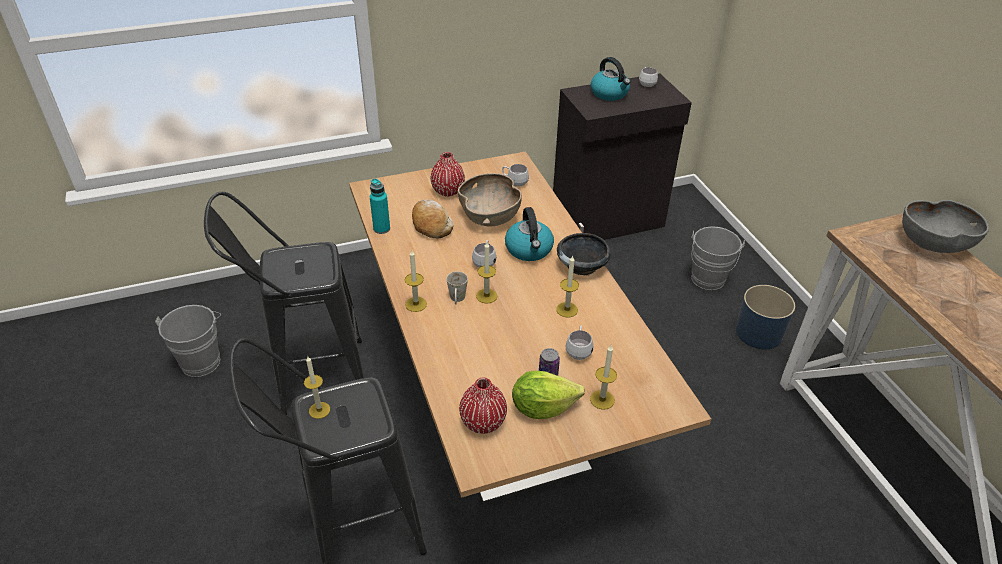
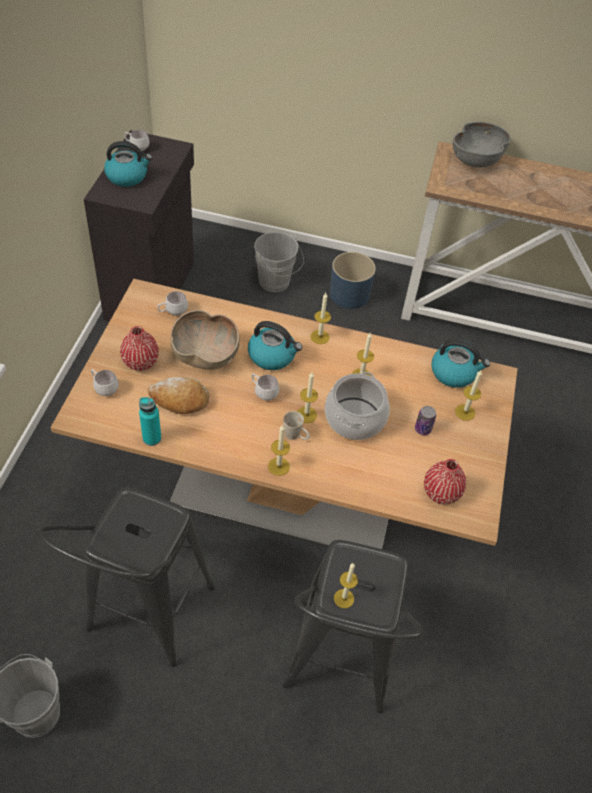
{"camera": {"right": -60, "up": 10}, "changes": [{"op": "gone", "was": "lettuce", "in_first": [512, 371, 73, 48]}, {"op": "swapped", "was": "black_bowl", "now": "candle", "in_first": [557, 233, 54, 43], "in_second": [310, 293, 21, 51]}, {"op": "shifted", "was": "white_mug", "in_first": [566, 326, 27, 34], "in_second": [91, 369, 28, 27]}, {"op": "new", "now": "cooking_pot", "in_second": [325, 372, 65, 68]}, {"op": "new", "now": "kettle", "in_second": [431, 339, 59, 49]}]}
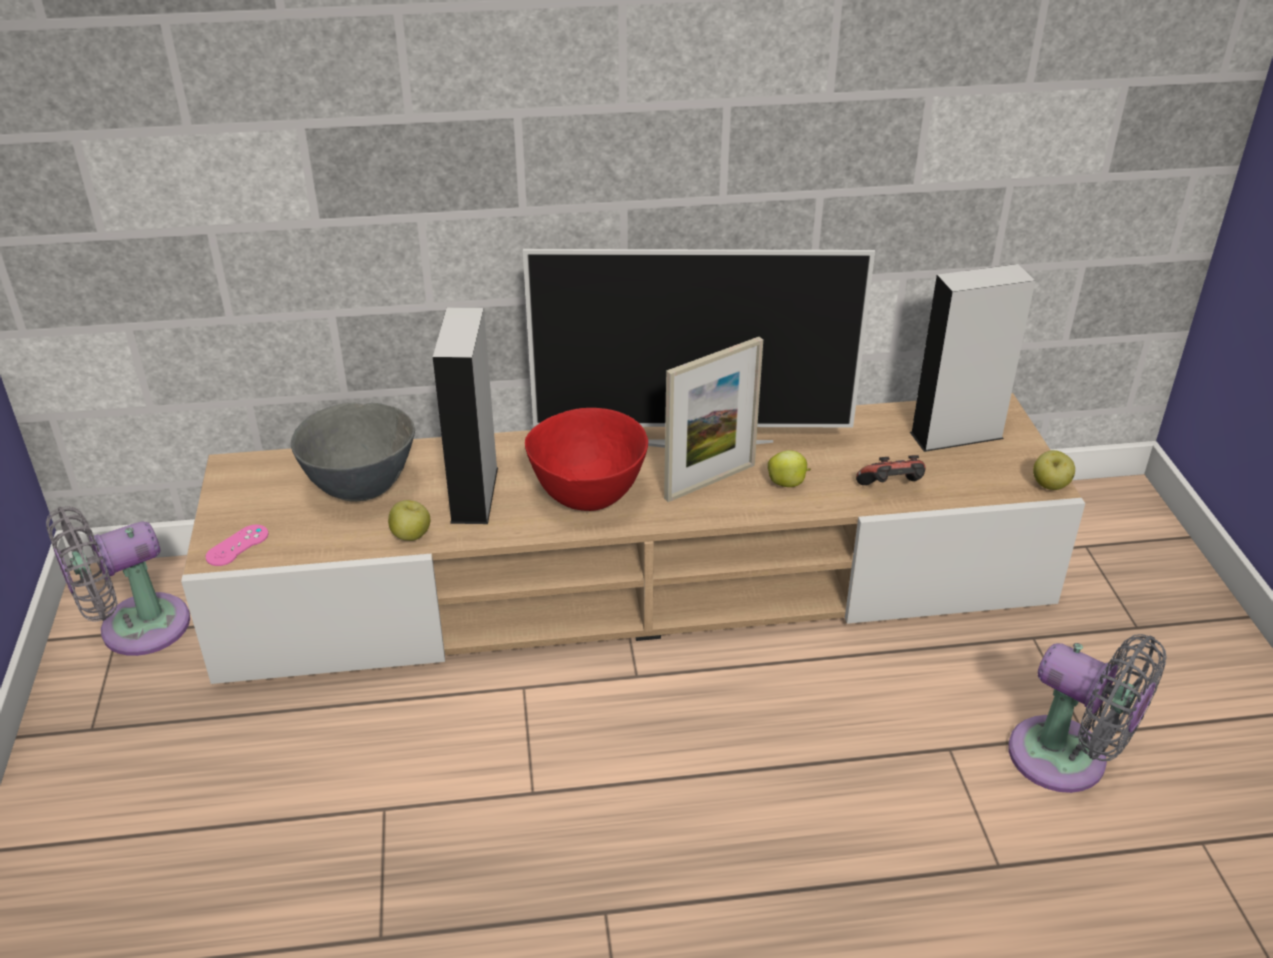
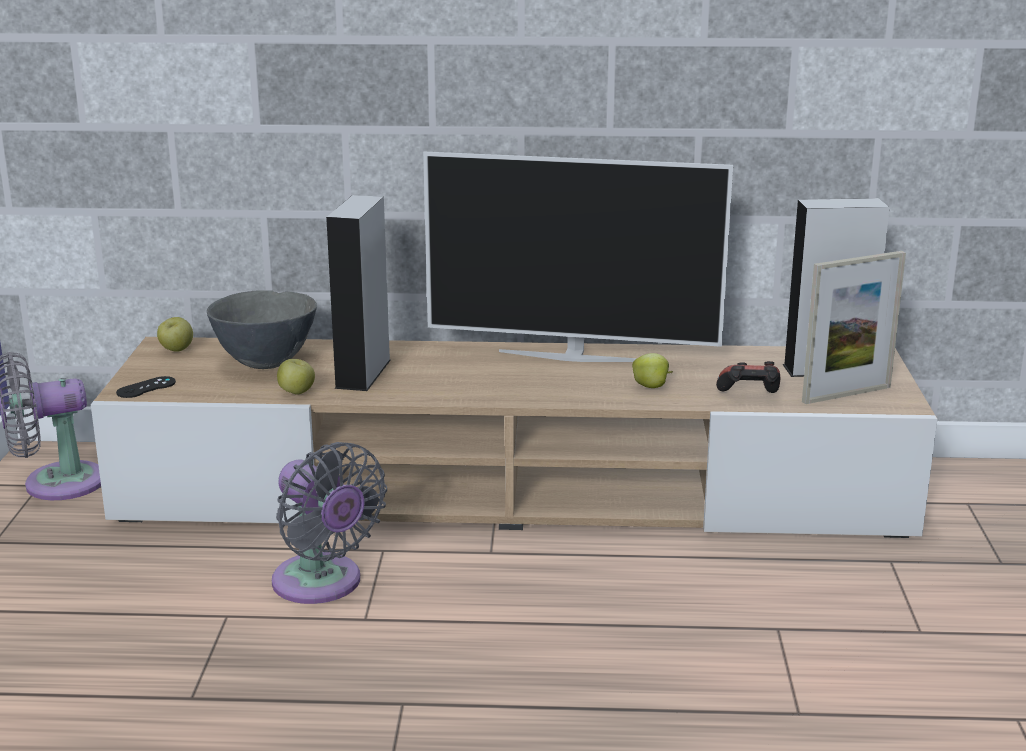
{"camera": {"right": 10, "up": -15}, "changes": [{"op": "repainted", "was": "pink_game_controller", "now": "black_game_controller", "in_first": [205, 525, 63, 41], "in_second": [116, 376, 60, 22]}, {"op": "gone", "was": "red_bowl", "in_first": [525, 408, 123, 103]}, {"op": "shifted", "was": "picture_frame", "in_first": [664, 337, 99, 165], "in_second": [802, 251, 104, 153]}, {"op": "shifted", "was": "grey_fan", "in_first": [1008, 634, 158, 159], "in_second": [272, 442, 115, 162]}, {"op": "shifted", "was": "apple", "in_first": [1033, 450, 42, 40], "in_second": [157, 317, 36, 35]}]}
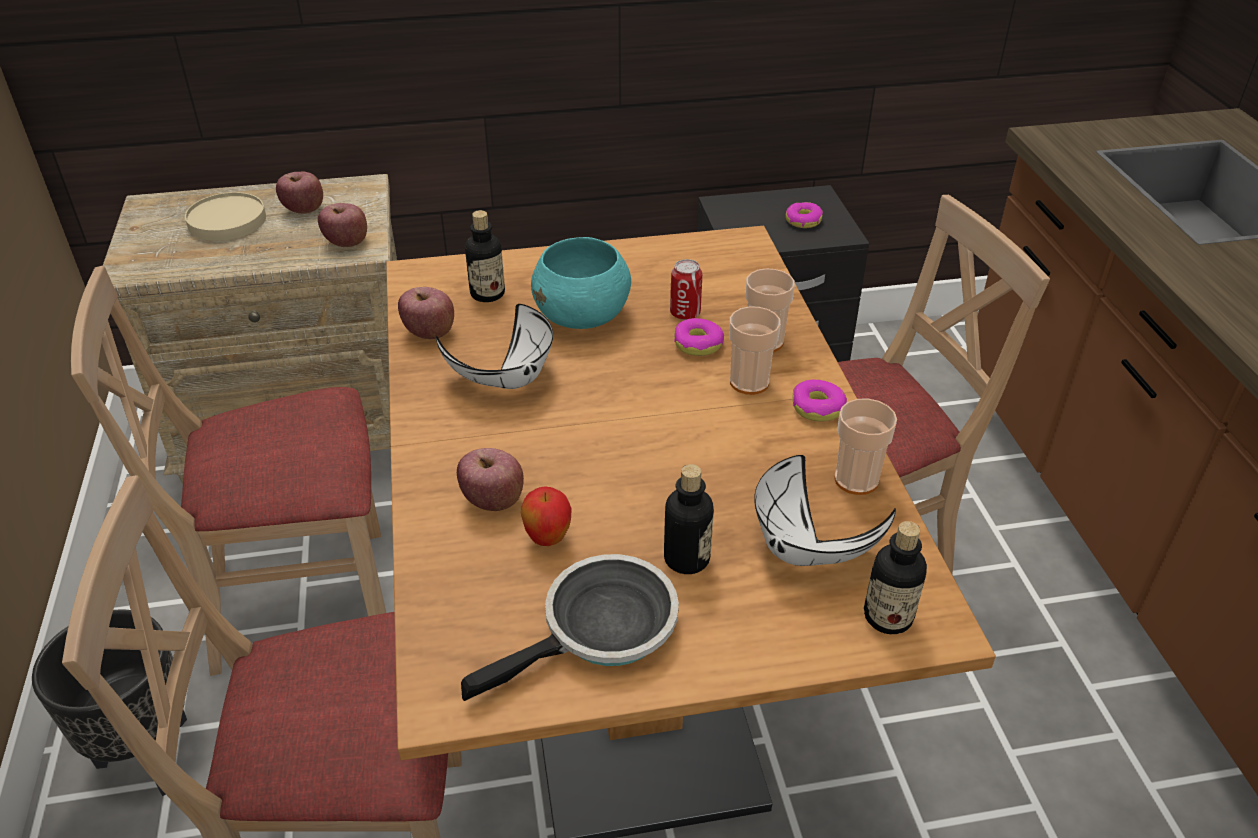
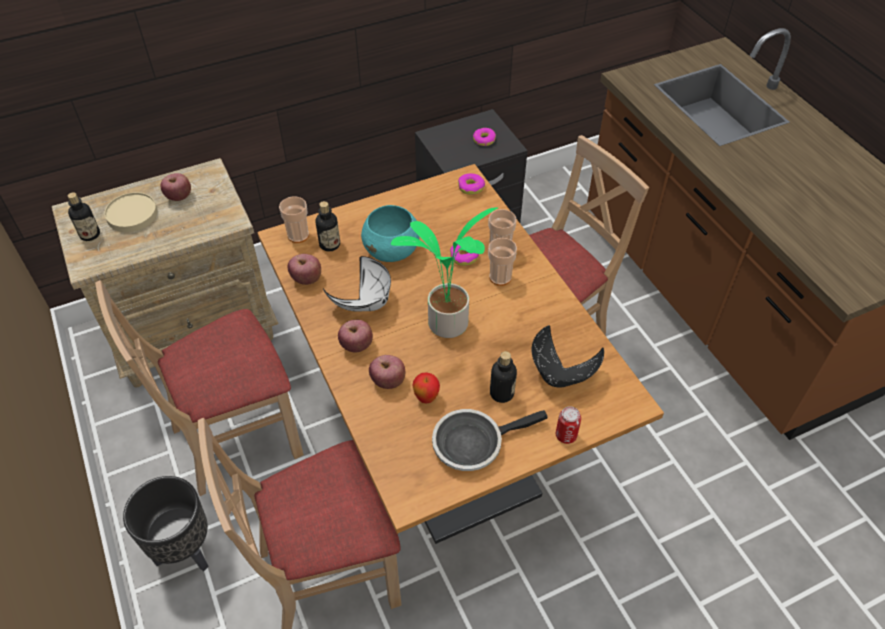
{"camera": {"right": -15, "up": 10}, "changes": [{"op": "shifted", "was": "apple", "in_first": [318, 203, 49, 44], "in_second": [338, 320, 35, 33]}, {"op": "rotated", "was": "frying_pan", "in_first": [461, 554, 218, 147], "in_second": [432, 409, 116, 62], "clockwise": -150}, {"op": "shifted", "was": "can", "in_first": [670, 259, 32, 61], "in_second": [556, 406, 25, 38]}, {"op": "repainted", "was": "white_bowl", "now": "black_bowl", "in_first": [754, 455, 142, 111], "in_second": [532, 325, 72, 63]}, {"op": "shifted", "was": "donut", "in_first": [792, 379, 55, 43], "in_second": [458, 173, 27, 22]}, {"op": "shifted", "was": "cup", "in_first": [834, 398, 63, 97], "in_second": [279, 196, 30, 47]}, {"op": "shifted", "was": "bottle", "in_first": [864, 521, 63, 113], "in_second": [68, 192, 32, 49]}, {"op": "new", "now": "potted_plant", "in_second": [391, 207, 107, 131]}]}
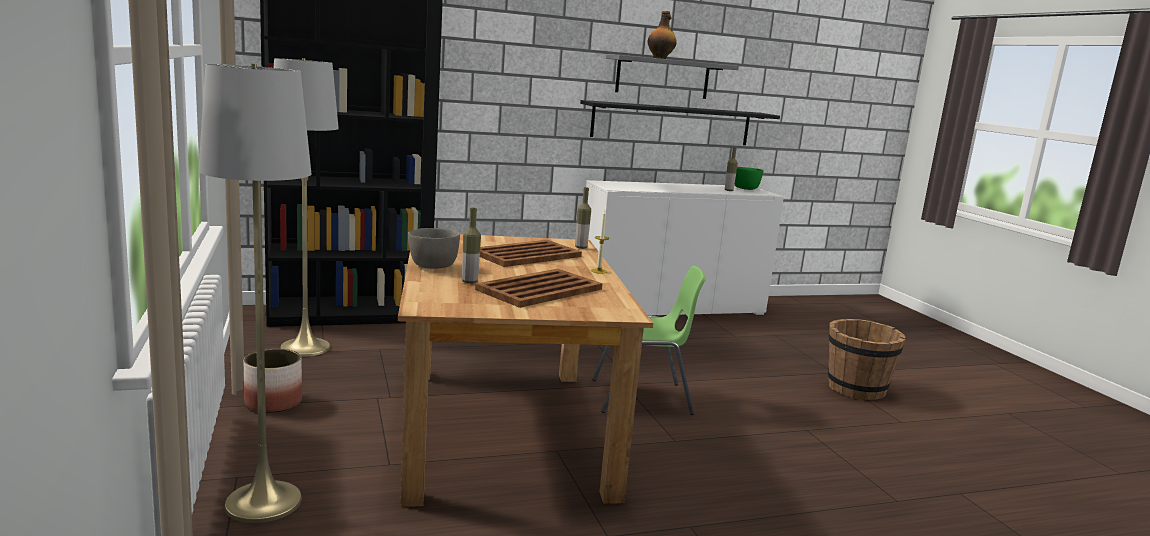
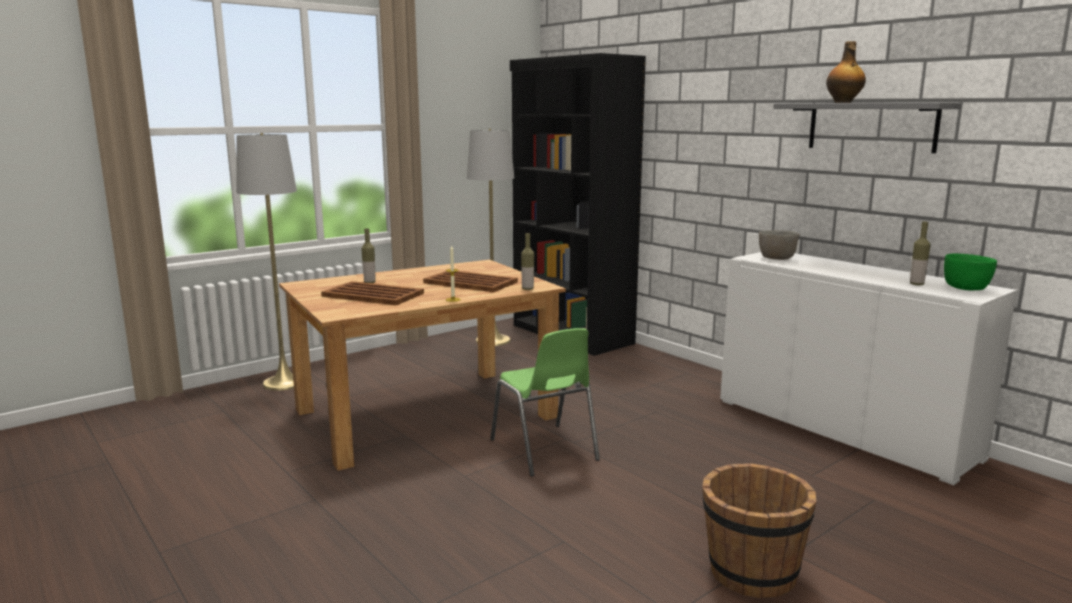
{"camera": {"right": 70, "up": 0}, "changes": [{"op": "gone", "was": "planter", "in_first": [244, 349, 58, 64]}, {"op": "shifted", "was": "grey_bowl", "in_first": [408, 228, 52, 41], "in_second": [759, 230, 41, 30]}, {"op": "gone", "was": "black_shelf", "in_first": [580, 100, 200, 45]}]}
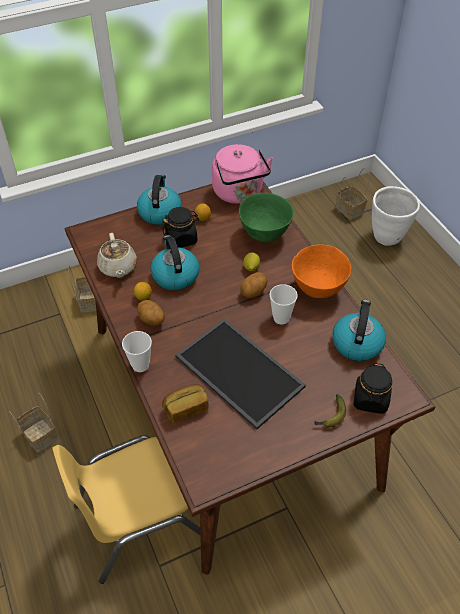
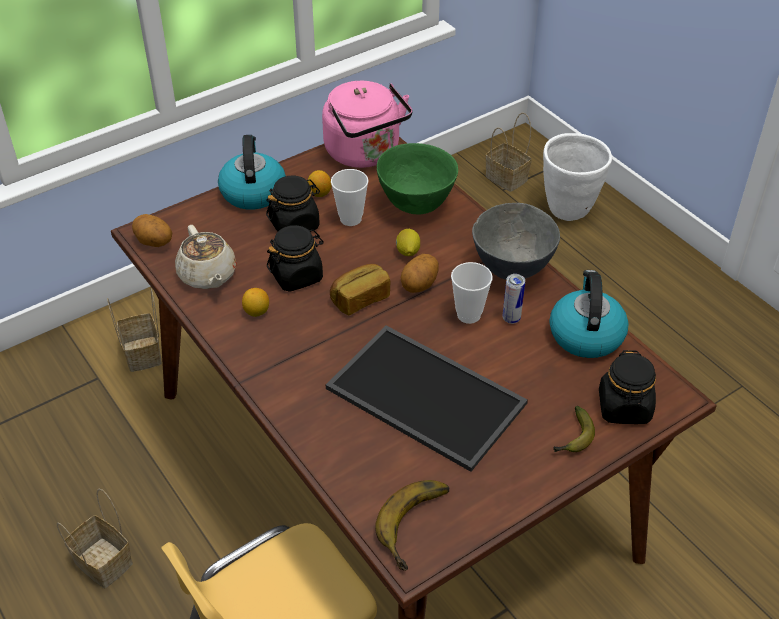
{"camera": {"right": -10, "up": -5}, "changes": [{"op": "shifted", "was": "cup", "in_first": [122, 331, 30, 41], "in_second": [331, 169, 37, 57]}, {"op": "shifted", "was": "potato", "in_first": [137, 300, 28, 26], "in_second": [132, 214, 40, 33]}, {"op": "swapped", "was": "kettle", "now": "black_jar", "in_first": [150, 235, 50, 55], "in_second": [267, 225, 57, 67]}, {"op": "shifted", "was": "bread", "in_first": [162, 384, 46, 39], "in_second": [330, 264, 60, 51]}, {"op": "repainted", "was": "orange_bowl", "now": "grey_bowl", "in_first": [292, 244, 59, 54], "in_second": [472, 203, 88, 77]}, {"op": "new", "now": "banana", "in_second": [375, 480, 74, 91]}, {"op": "new", "now": "can", "in_second": [503, 274, 22, 50]}]}
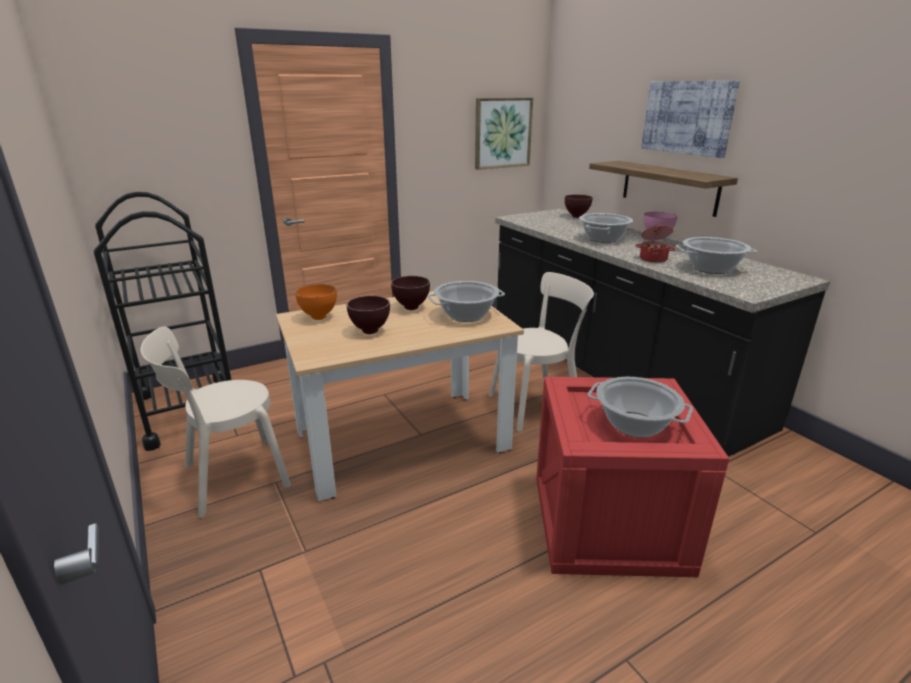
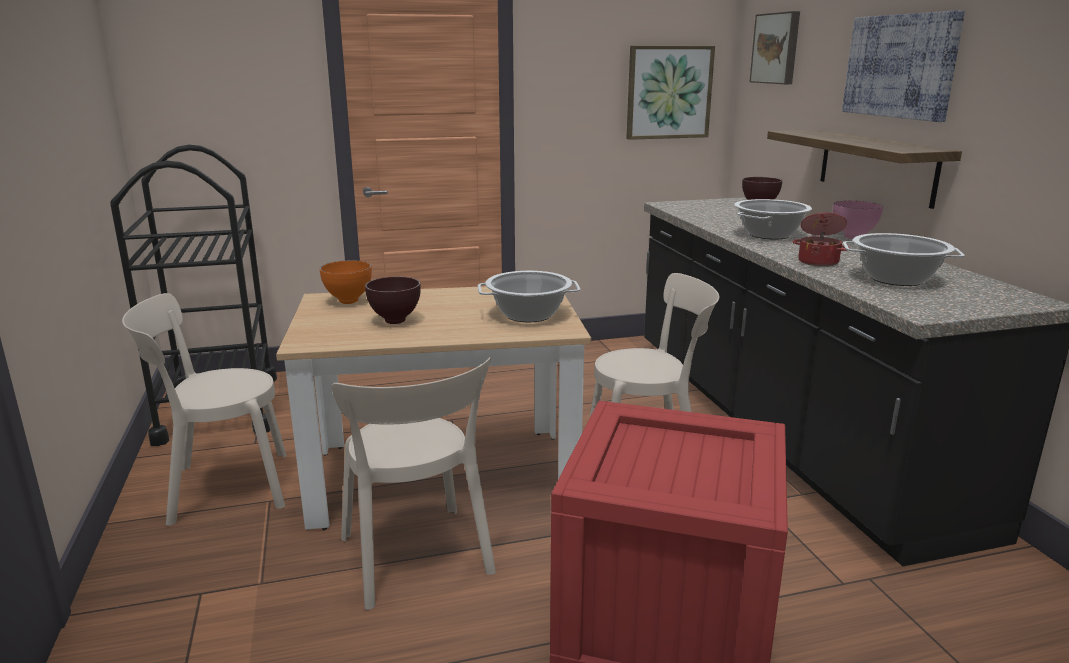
{"camera": {"right": 15, "up": -5}, "changes": [{"op": "gone", "was": "brown_bowl", "in_first": [391, 276, 39, 34]}, {"op": "gone", "was": "cooking_pot", "in_first": [587, 377, 106, 61]}, {"op": "new", "now": "beige_chair", "in_second": [332, 357, 164, 253]}, {"op": "new", "now": "picture", "in_second": [750, 11, 50, 73]}]}
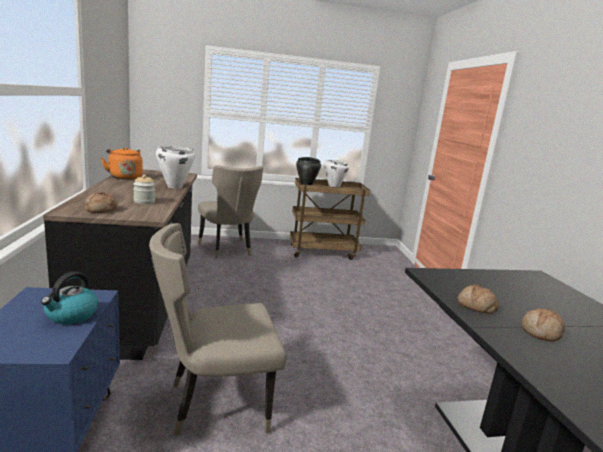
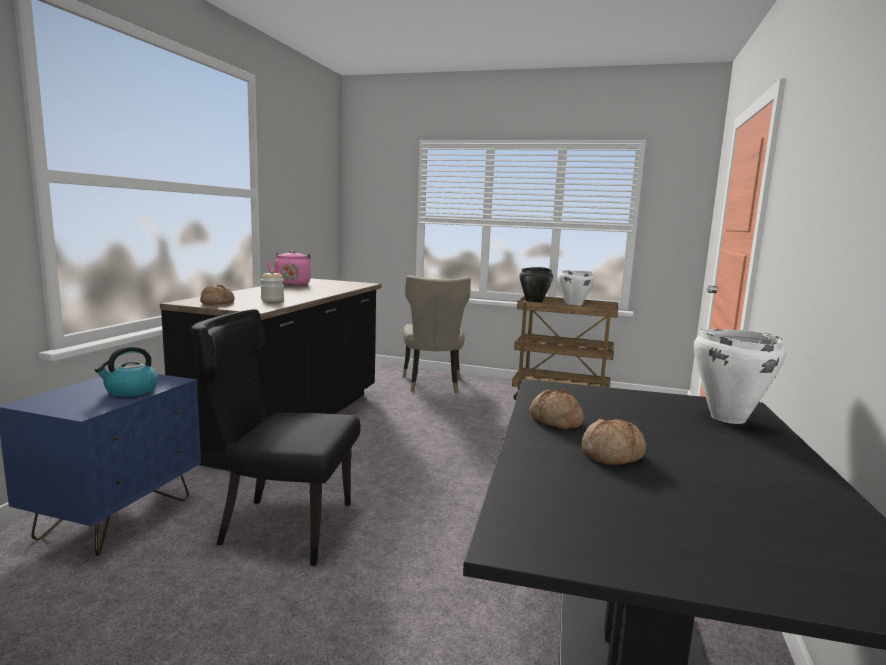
{"camera": {"right": 25, "up": -5}, "changes": [{"op": "repainted", "was": "orange_kettle", "now": "pink_kettle", "in_first": [101, 147, 42, 33], "in_second": [267, 250, 44, 36]}, {"op": "repainted", "was": "beige_chair", "now": "black_chair", "in_first": [149, 223, 137, 213], "in_second": [191, 309, 170, 257]}, {"op": "shifted", "was": "white_cooking_pot", "in_first": [156, 146, 39, 42], "in_second": [694, 329, 92, 95]}]}
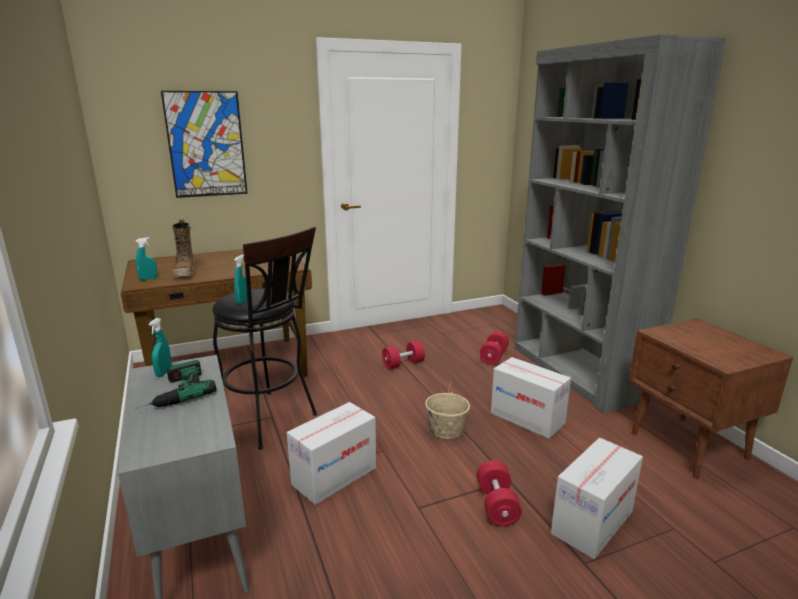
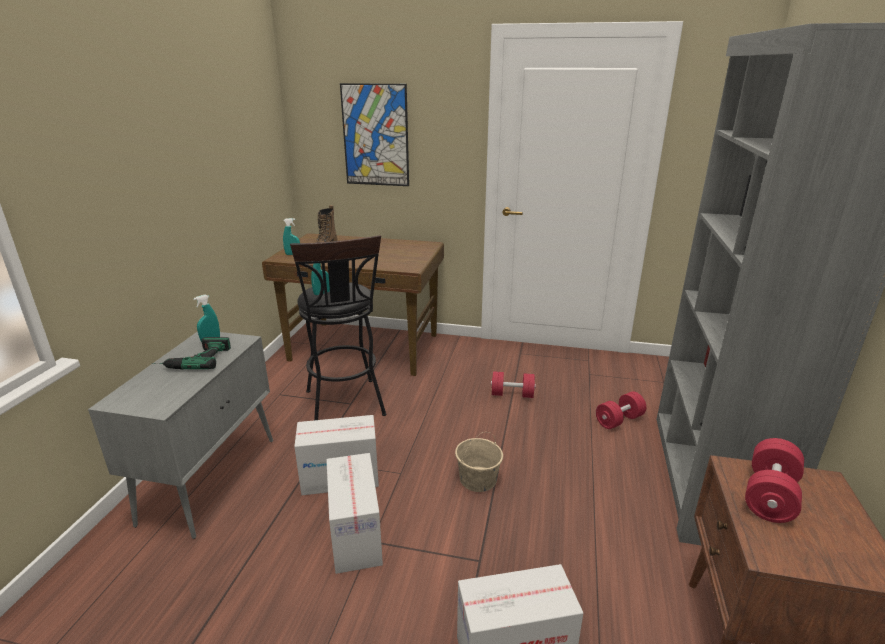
{"camera": {"right": 35, "up": 5}, "changes": [{"op": "shifted", "was": "red_dumbbell", "in_first": [477, 460, 45, 66], "in_second": [745, 438, 59, 85]}, {"op": "shifted", "was": "cardboard_box", "in_first": [491, 357, 80, 82], "in_second": [326, 453, 57, 121]}]}
